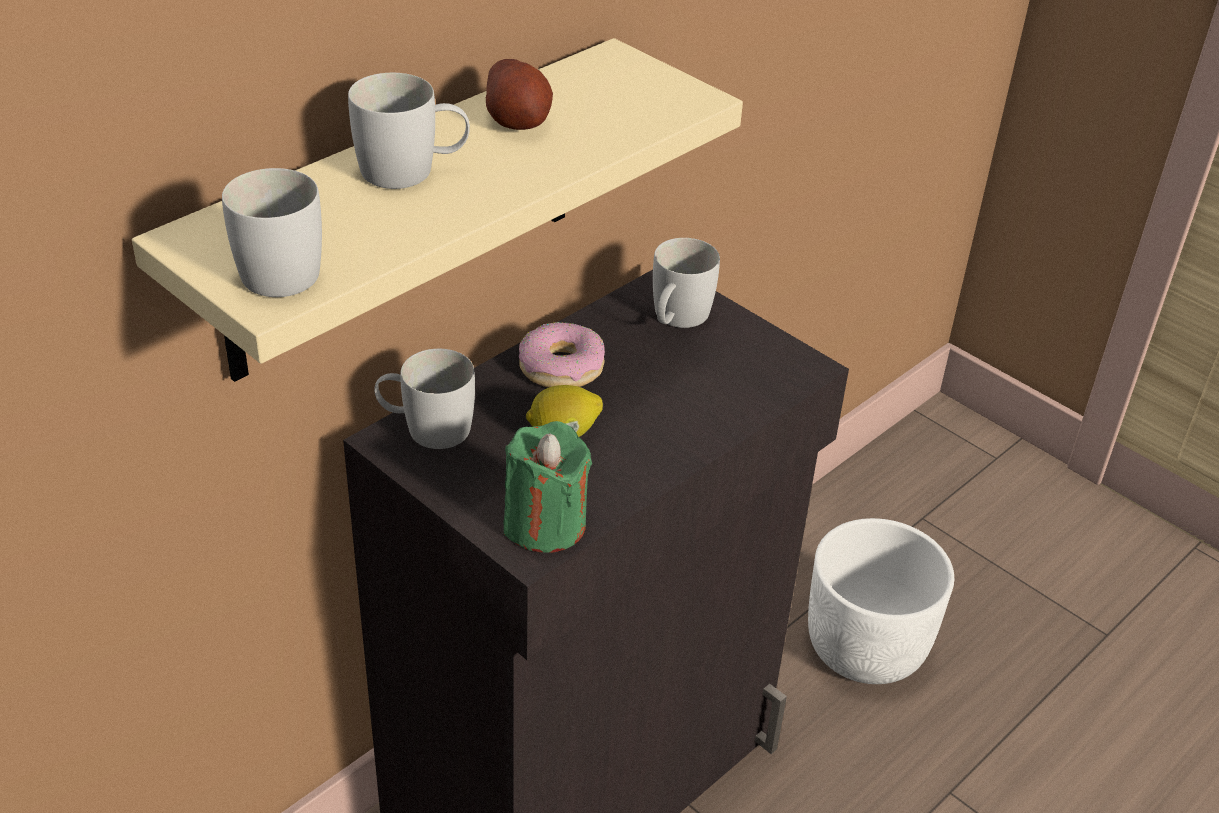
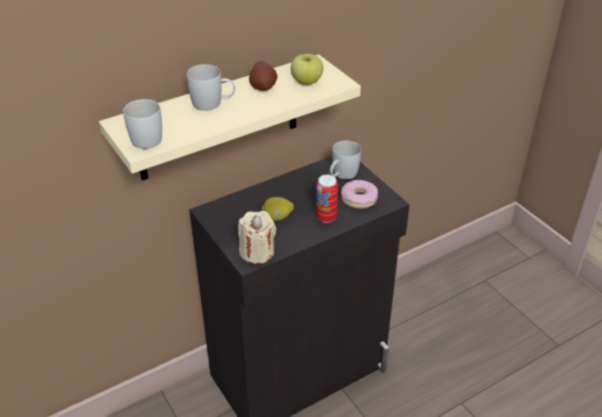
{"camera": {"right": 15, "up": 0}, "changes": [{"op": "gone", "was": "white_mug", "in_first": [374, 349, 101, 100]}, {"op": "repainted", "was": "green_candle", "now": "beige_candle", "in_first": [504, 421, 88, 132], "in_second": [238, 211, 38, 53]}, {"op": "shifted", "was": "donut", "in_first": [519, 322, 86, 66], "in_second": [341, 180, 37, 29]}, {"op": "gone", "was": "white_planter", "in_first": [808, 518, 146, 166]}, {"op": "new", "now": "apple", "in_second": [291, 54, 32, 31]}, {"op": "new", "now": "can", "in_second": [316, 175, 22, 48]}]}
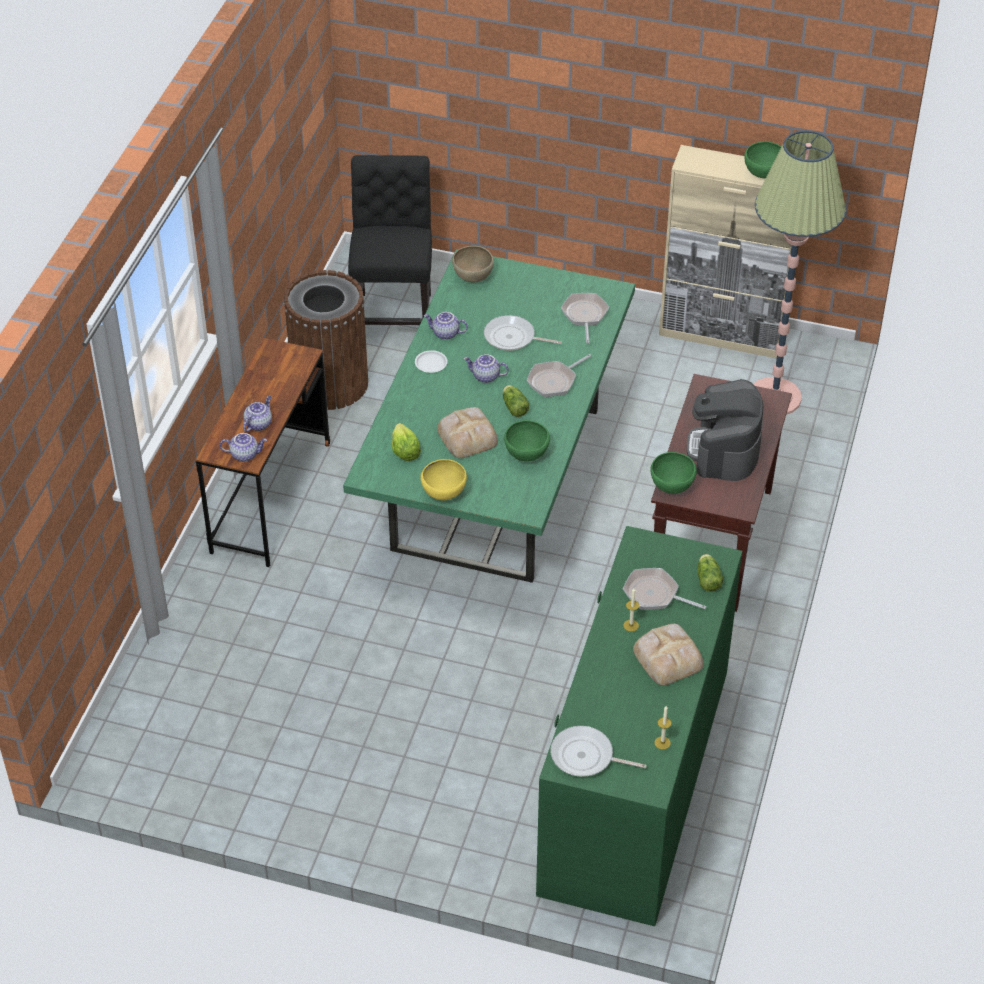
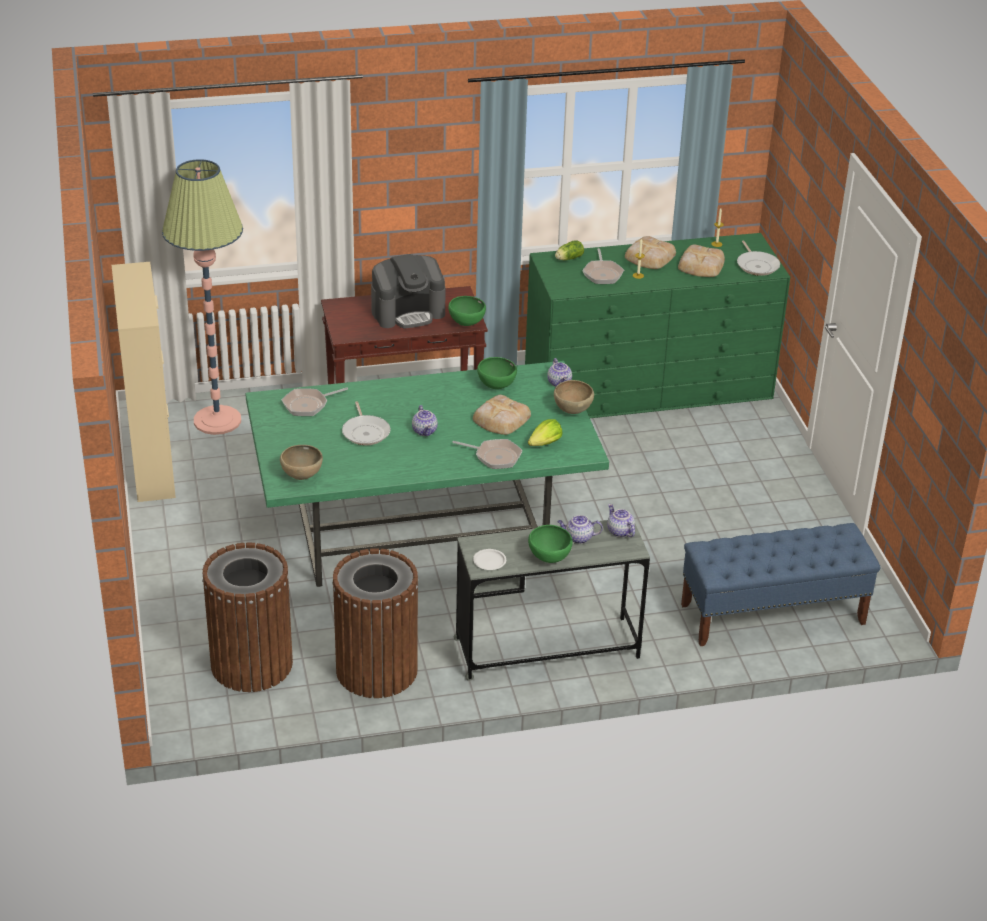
{"camera": {"right": -120, "up": -10}, "changes": [{"op": "repainted", "was": "brown_desk", "now": "grey_desk", "in_first": [196, 338, 134, 229], "in_second": [454, 520, 196, 161]}, {"op": "swapped", "was": "black_chair", "now": "brown_trash_can", "in_first": [348, 155, 84, 170], "in_second": [202, 542, 91, 150]}, {"op": "shifted", "was": "white_plate", "in_first": [415, 350, 32, 23], "in_second": [473, 549, 33, 21]}, {"op": "repainted", "was": "yellow_bowl", "now": "brown_bowl", "in_first": [420, 459, 47, 41], "in_second": [554, 380, 40, 34]}, {"op": "shifted", "was": "teapot", "in_first": [424, 312, 44, 28], "in_second": [547, 358, 25, 29]}, {"op": "gone", "was": "lettuce", "in_first": [503, 385, 26, 32]}, {"op": "shifted", "was": "frying_pan", "in_first": [527, 354, 64, 43], "in_second": [452, 439, 71, 30]}, {"op": "shifted", "was": "green_bowl", "in_first": [744, 141, 37, 37], "in_second": [528, 525, 45, 38]}, {"op": "new", "now": "bread", "in_second": [678, 245, 47, 32]}, {"op": "new", "now": "blue_bench", "in_second": [681, 523, 199, 123]}]}
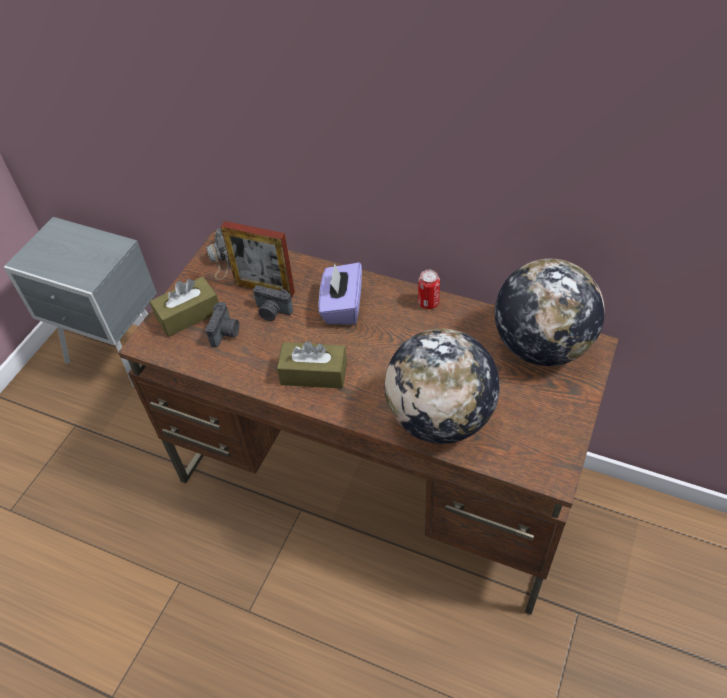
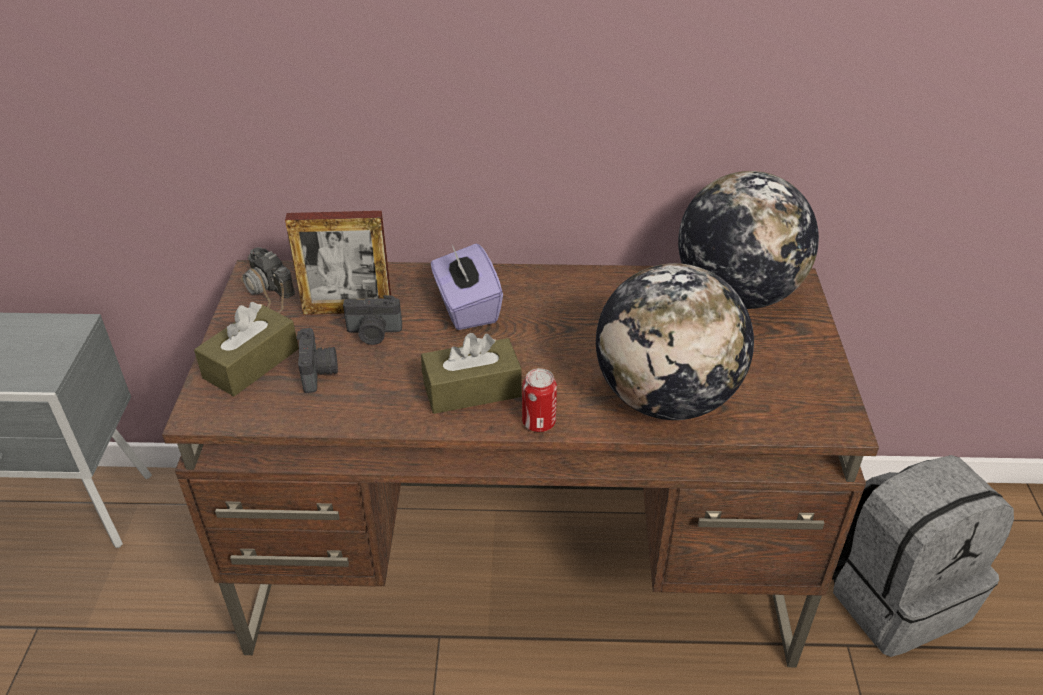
{"camera": {"right": -25, "up": -10}, "changes": [{"op": "shifted", "was": "can", "in_first": [418, 270, 22, 39], "in_second": [522, 368, 35, 64]}, {"op": "new", "now": "grey_backpack", "in_second": [832, 455, 182, 202]}]}
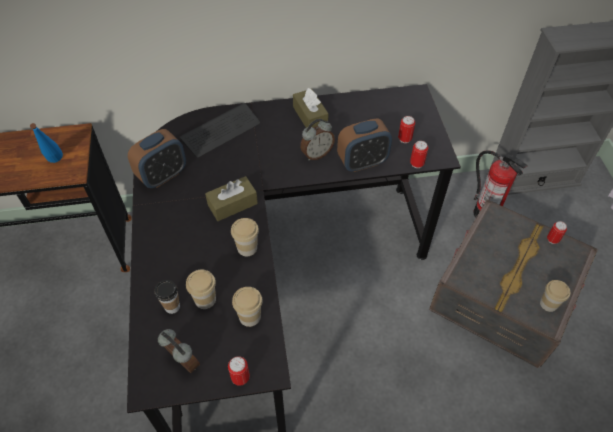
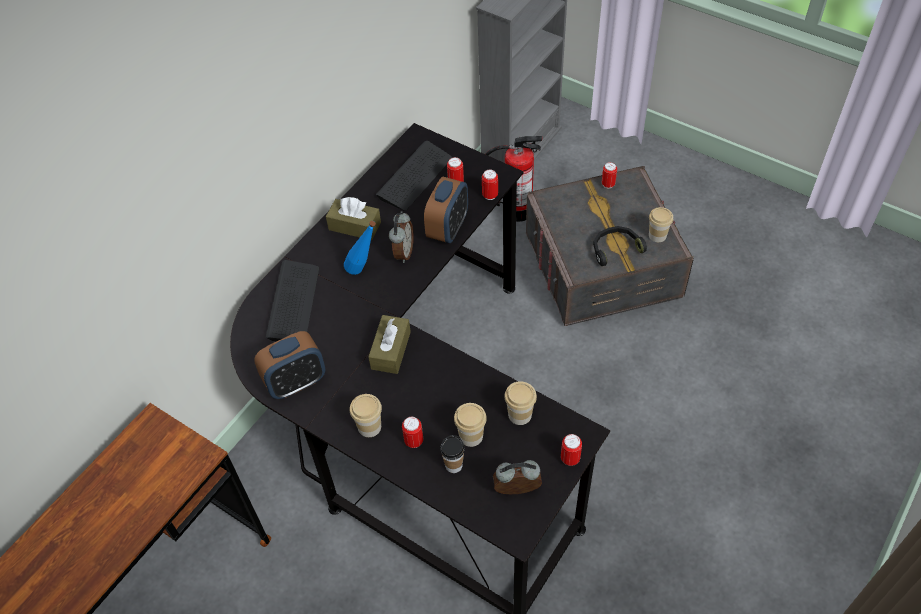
{"camera": {"right": -45, "up": 0}, "changes": [{"op": "shifted", "was": "blue_bottle", "in_first": [30, 123, 33, 40], "in_second": [344, 221, 32, 54]}, {"op": "rotated", "was": "alarm_clock", "in_first": [128, 129, 58, 59], "in_second": [254, 331, 71, 68], "clockwise": 60}, {"op": "shifted", "was": "cup", "in_first": [231, 218, 28, 38], "in_second": [350, 394, 32, 43]}, {"op": "new", "now": "keyboard", "in_second": [376, 141, 76, 70]}, {"op": "new", "now": "can", "in_second": [402, 417, 21, 31]}, {"op": "new", "now": "black_headphones", "in_second": [593, 226, 54, 40]}]}
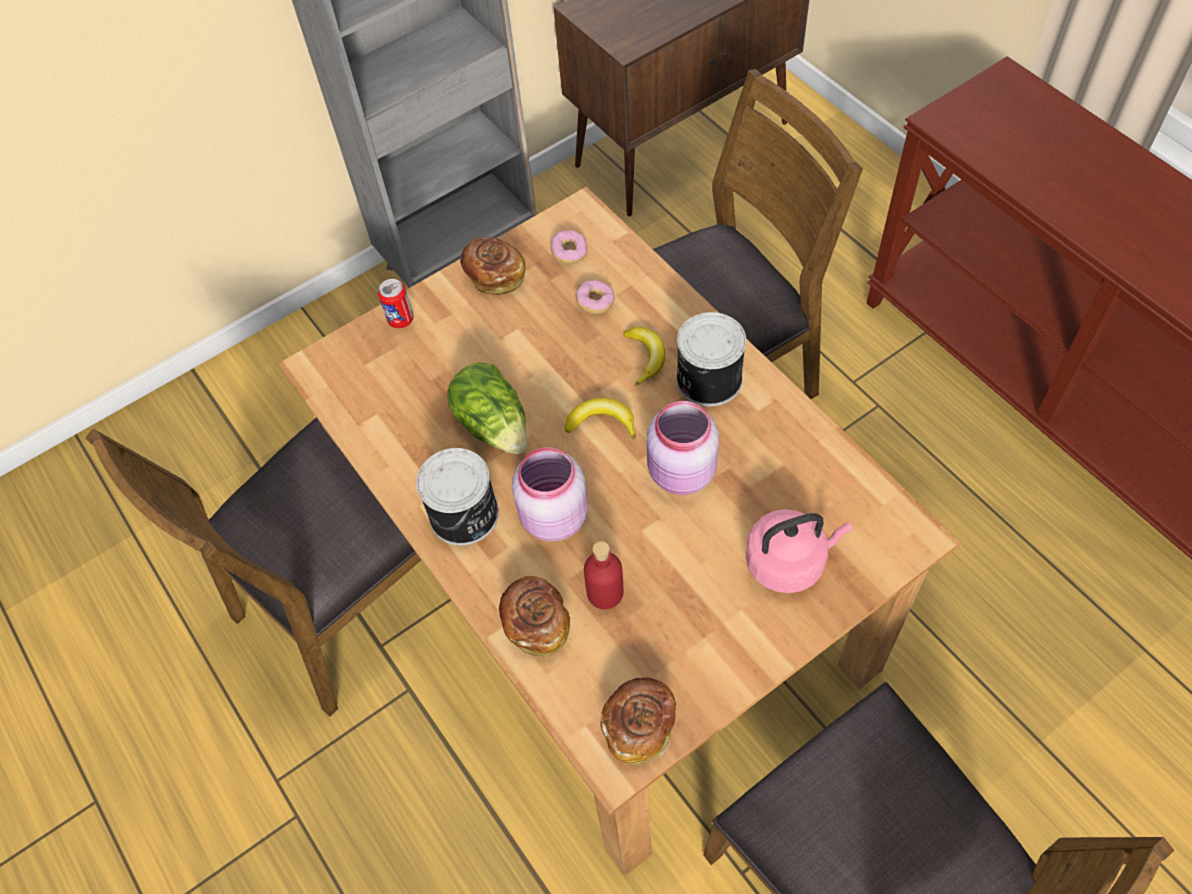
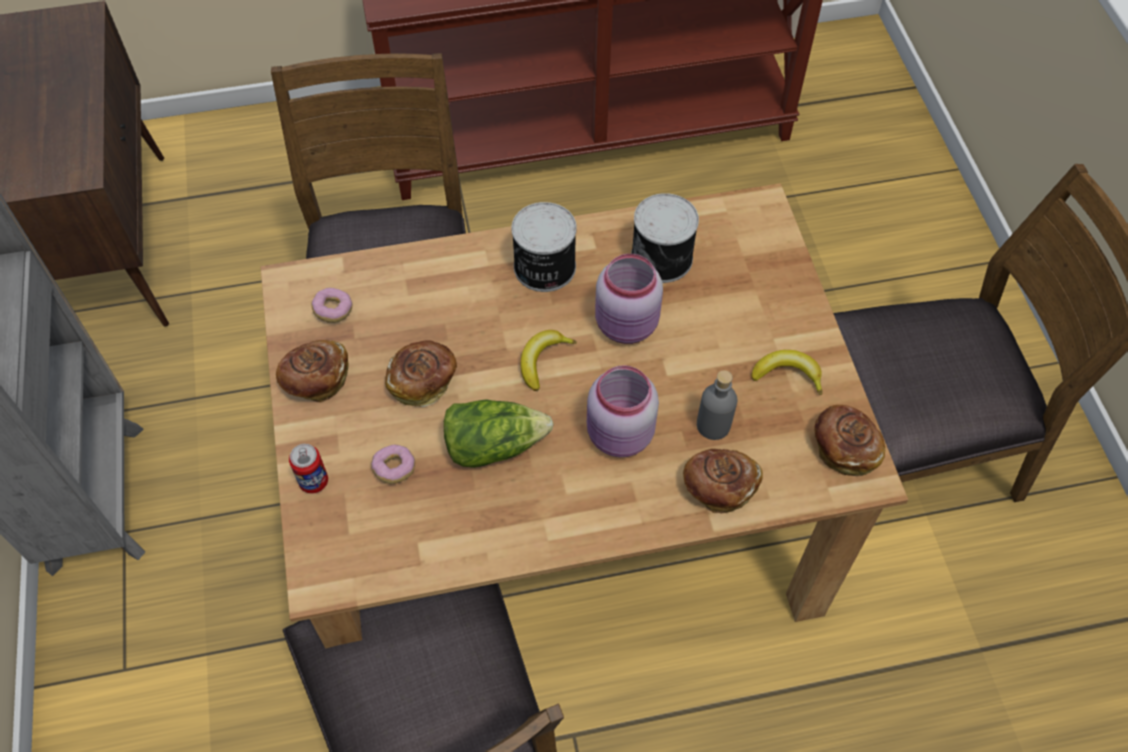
{"camera": {"right": -70, "up": 0}, "changes": [{"op": "shifted", "was": "can", "in_first": [416, 448, 83, 97], "in_second": [631, 193, 68, 90]}, {"op": "shifted", "was": "donut", "in_first": [576, 280, 39, 34], "in_second": [371, 445, 44, 39]}, {"op": "repainted", "was": "red_bottle", "now": "grey_bottle", "in_first": [584, 541, 40, 68], "in_second": [697, 370, 40, 70]}, {"op": "shifted", "was": "banana", "in_first": [623, 327, 42, 59], "in_second": [751, 350, 71, 45]}, {"op": "gone", "was": "pink_kettle", "in_first": [746, 509, 107, 84]}, {"op": "new", "now": "bread", "in_second": [385, 340, 72, 67]}]}
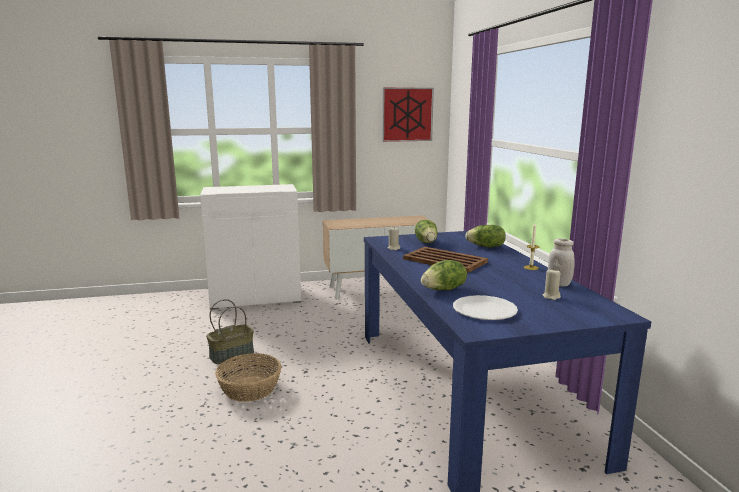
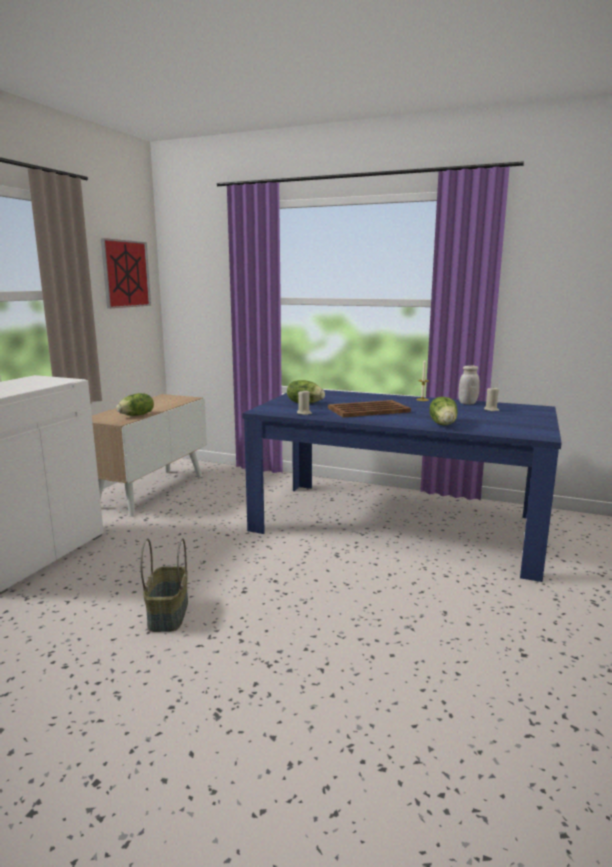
{"camera": {"right": -55, "up": 0}, "changes": [{"op": "gone", "was": "basket", "in_first": [215, 353, 67, 49]}, {"op": "gone", "was": "white_plate", "in_first": [453, 295, 65, 25]}, {"op": "shifted", "was": "lettuce", "in_first": [465, 225, 41, 22], "in_second": [116, 393, 38, 23]}]}
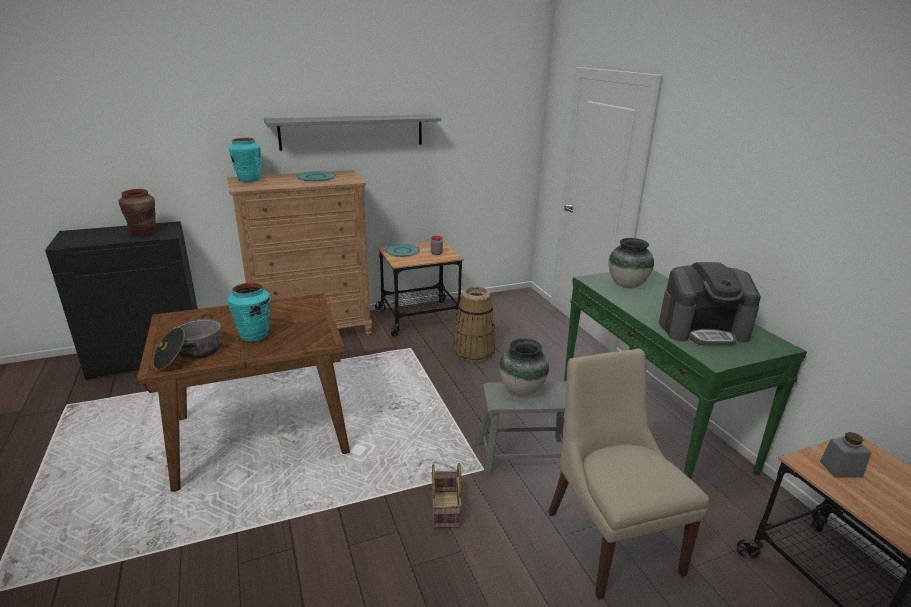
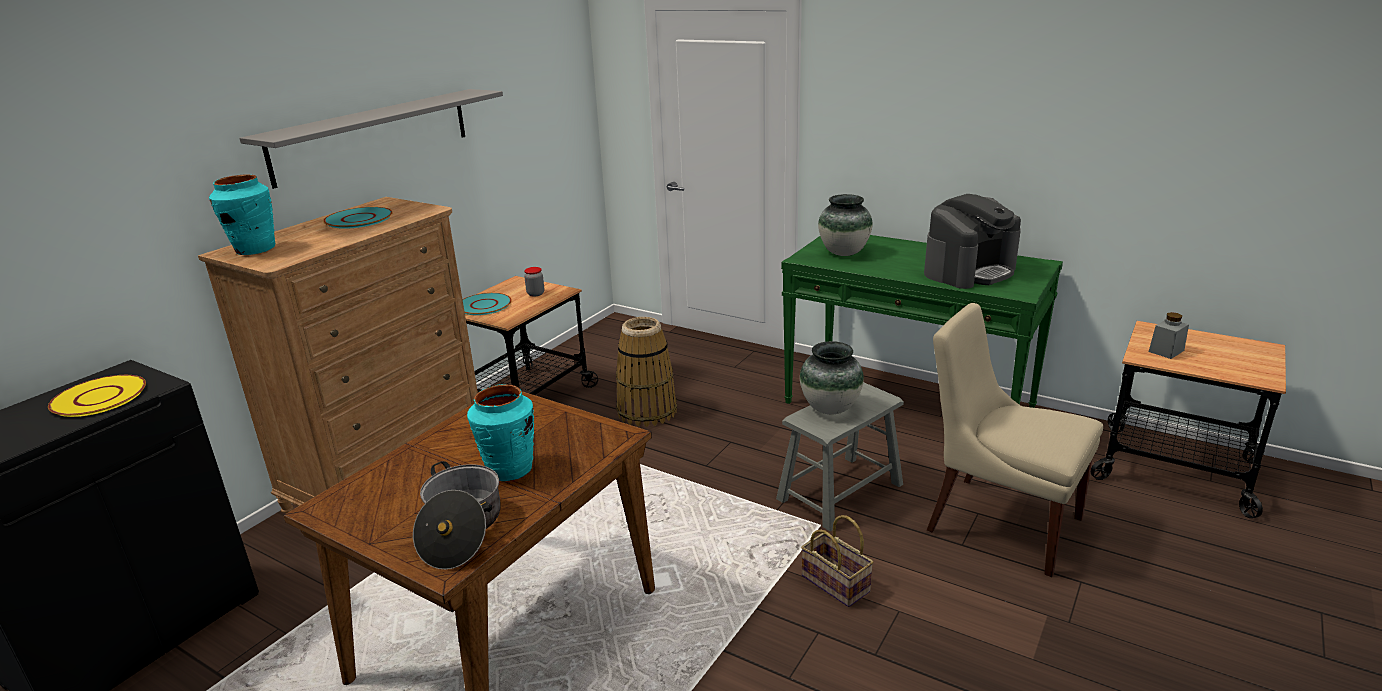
{"camera": {"right": -35, "up": 0}, "changes": [{"op": "swapped", "was": "brown_vase", "now": "yellow_plate", "in_first": [118, 189, 38, 47], "in_second": [48, 375, 98, 42]}]}
